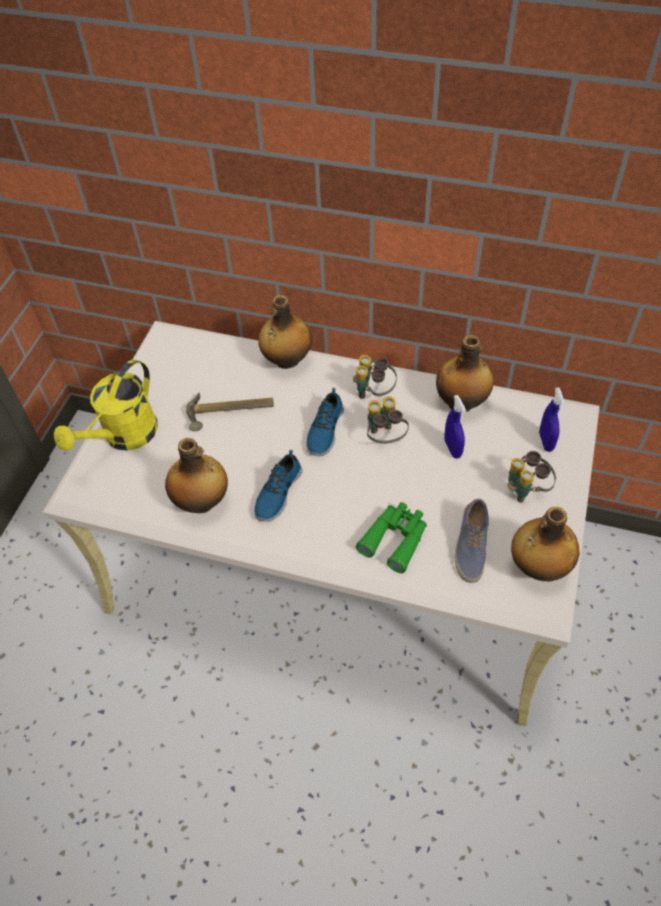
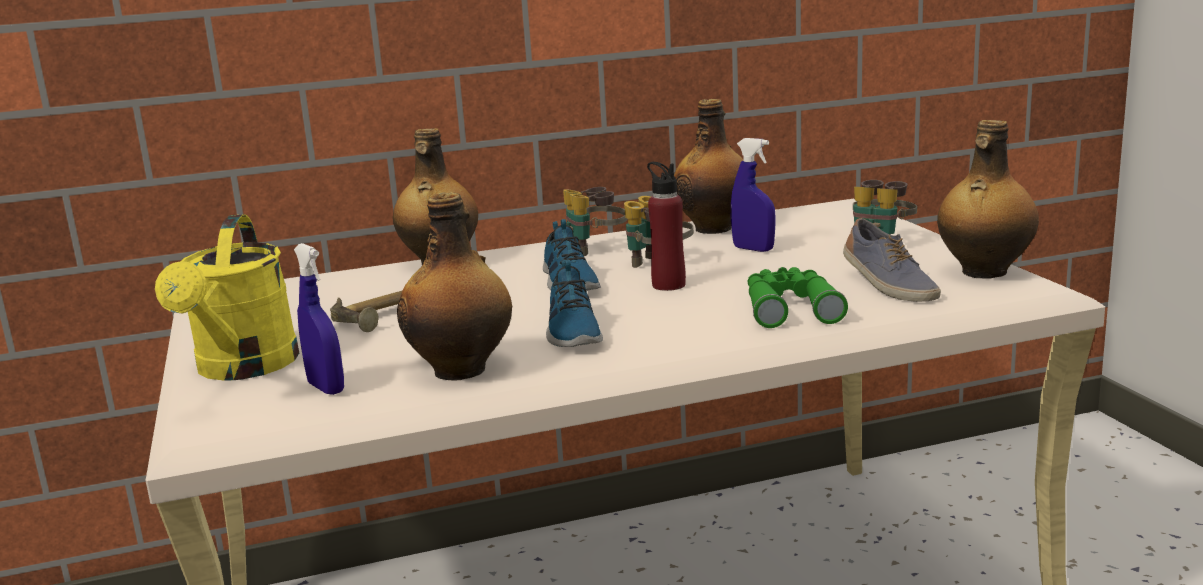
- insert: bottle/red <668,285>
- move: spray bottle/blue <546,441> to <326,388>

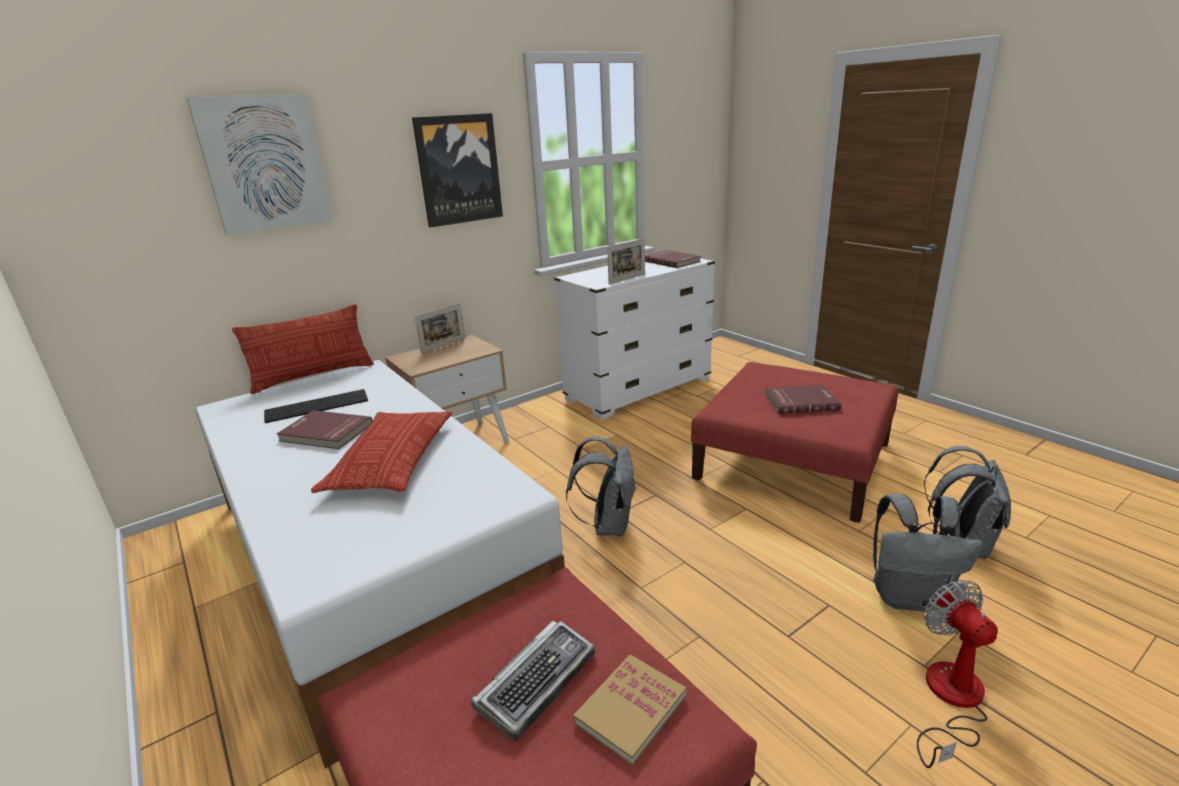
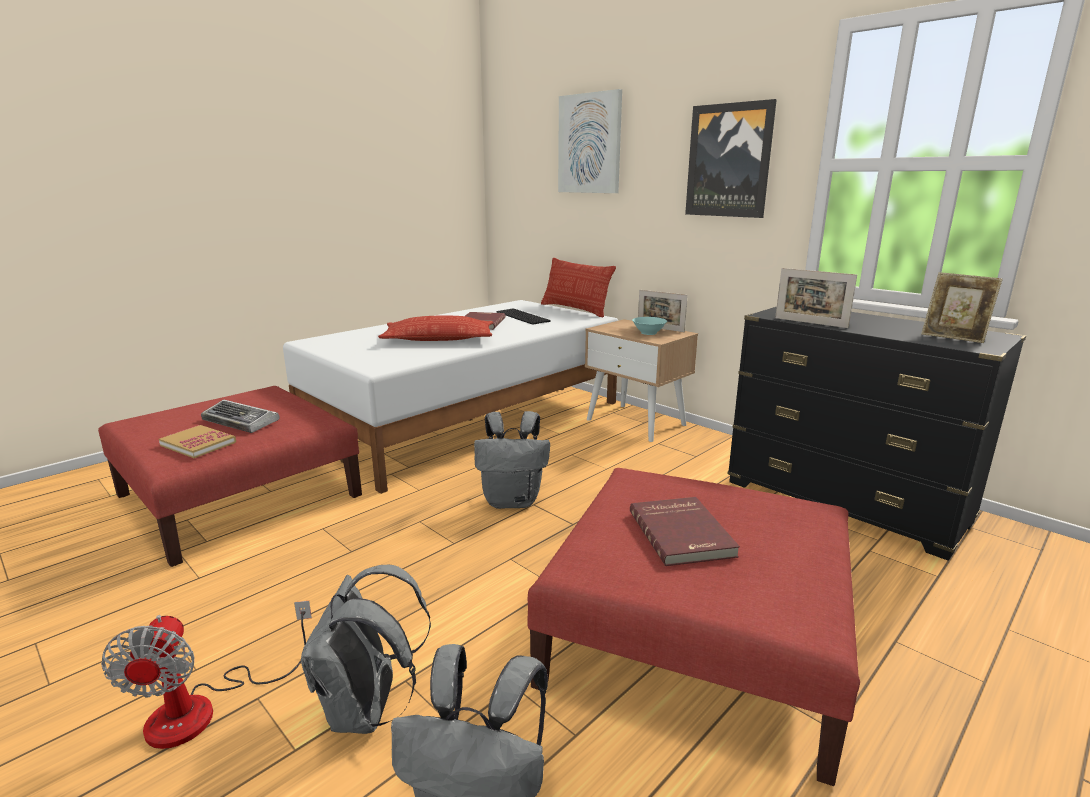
- insert: bowl/turquoise <648,333>
- replace: book/red <672,261> to picture frame <954,337>
- recolor: dresser/white <638,389> to dresser/black <844,502>
- rotate: fan <950,700> = <205,708> 105 degrees clockwise

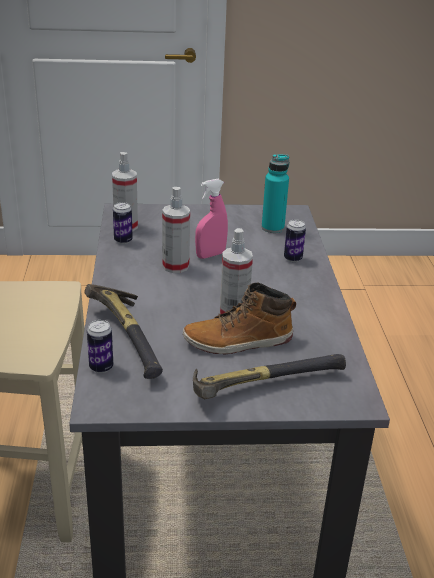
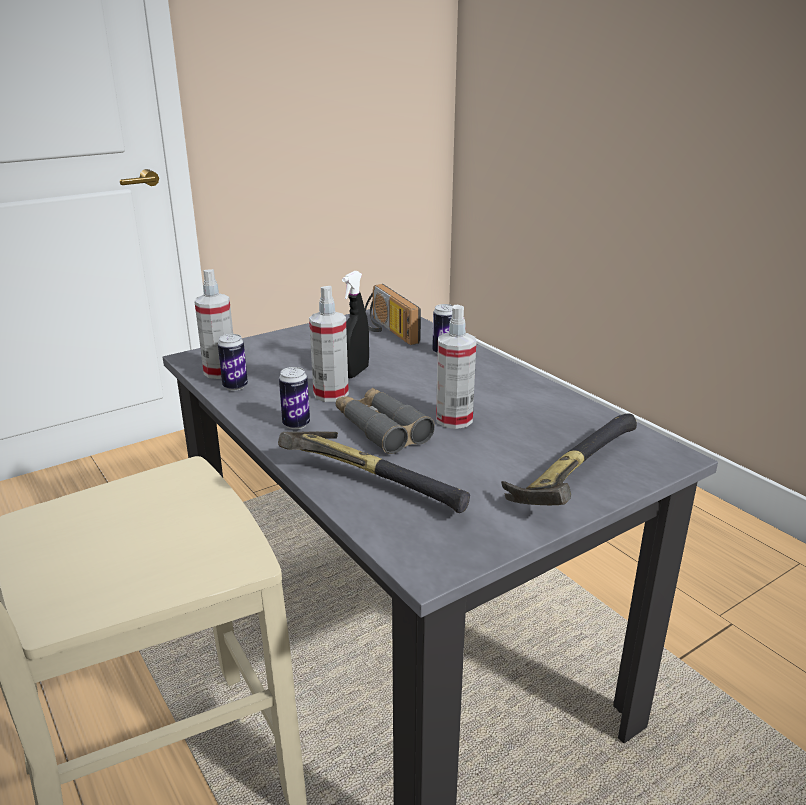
- delete: boot <238,341>
- insert: binoculars/grey <381,429>
- move: can <101,367> to <296,424>
- replace: bottle/turquoise <272,228> to radio <387,331>
- recolor: spray bottle/pink <210,255> to spray bottle/black <355,372>

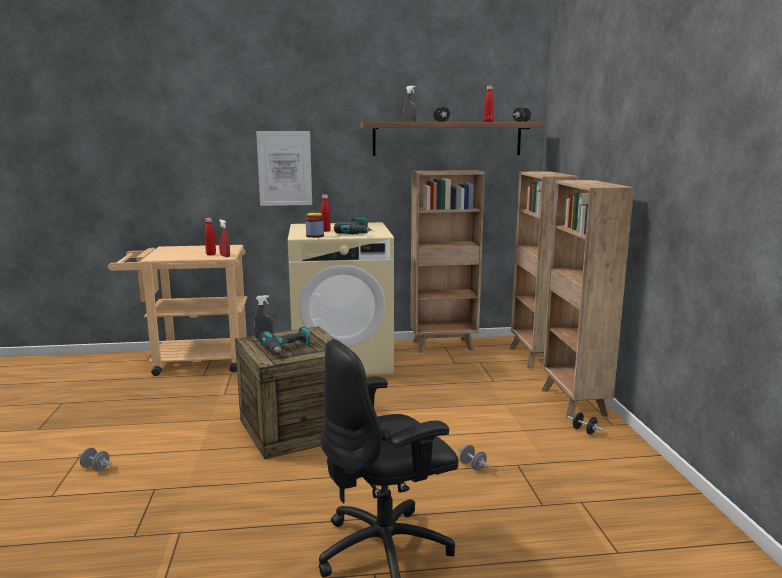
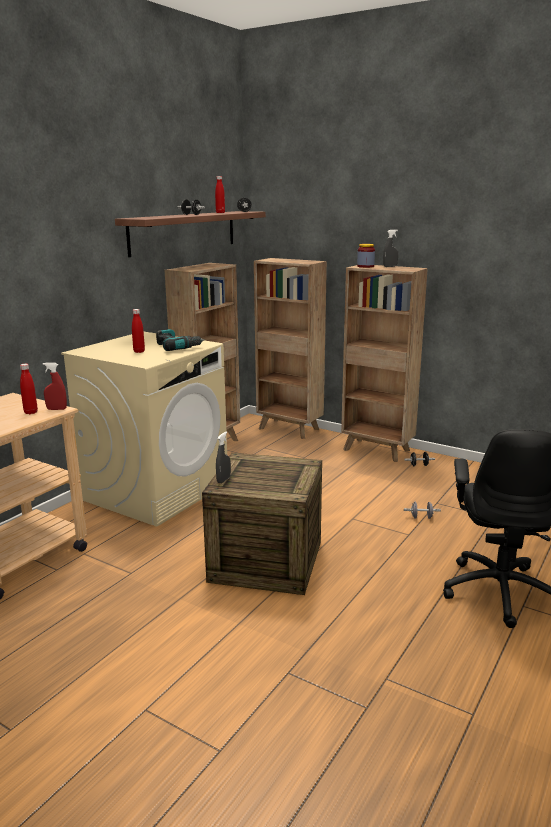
- delete: dumbbell/grey <95,468>
- delete: picture <284,168>
- delete: power drill <287,349>
- move: jar <315,236> to <365,266>
- move: spray bottle/grey <409,121> to <390,266>

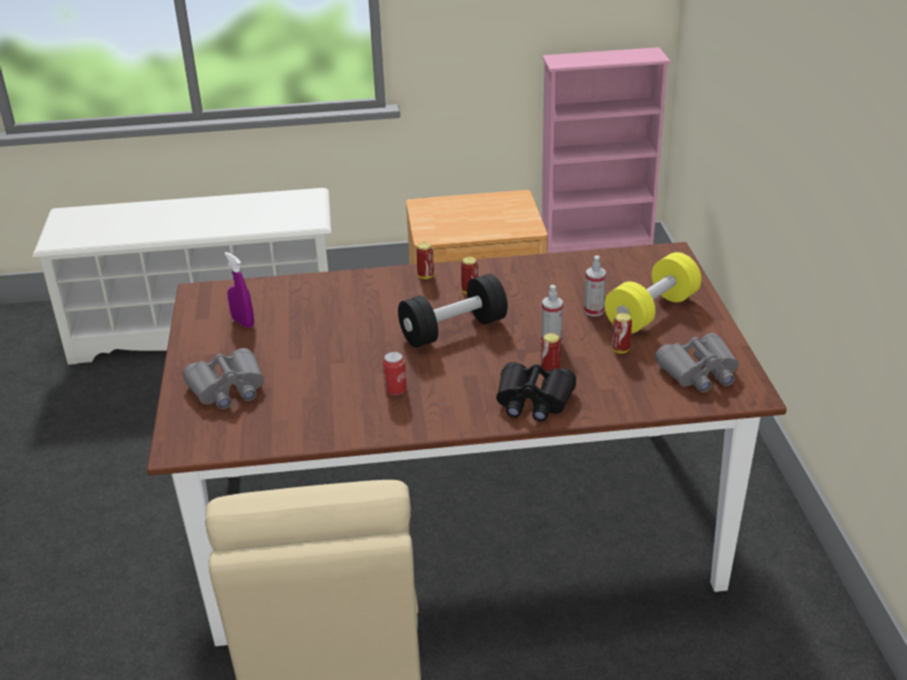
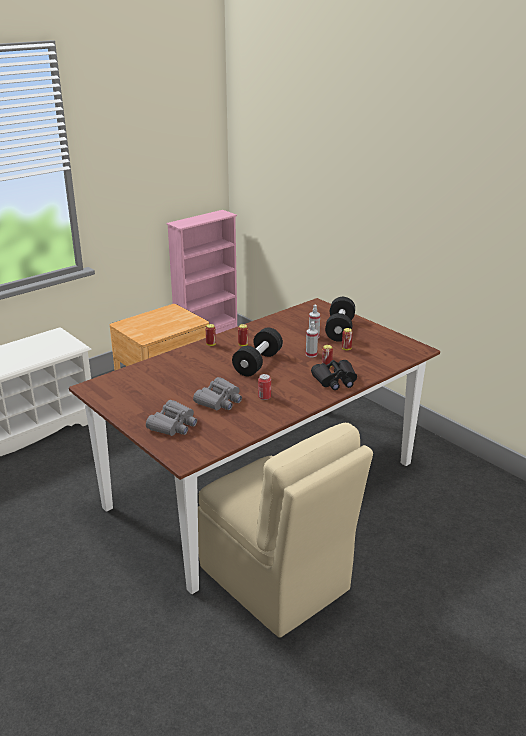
- delete: spray bottle/purple <243,322>
- move: binoculars/grey <699,372> to <219,401>
- recolor: dumbbell/yellow <651,312> to dumbbell/black <340,330>

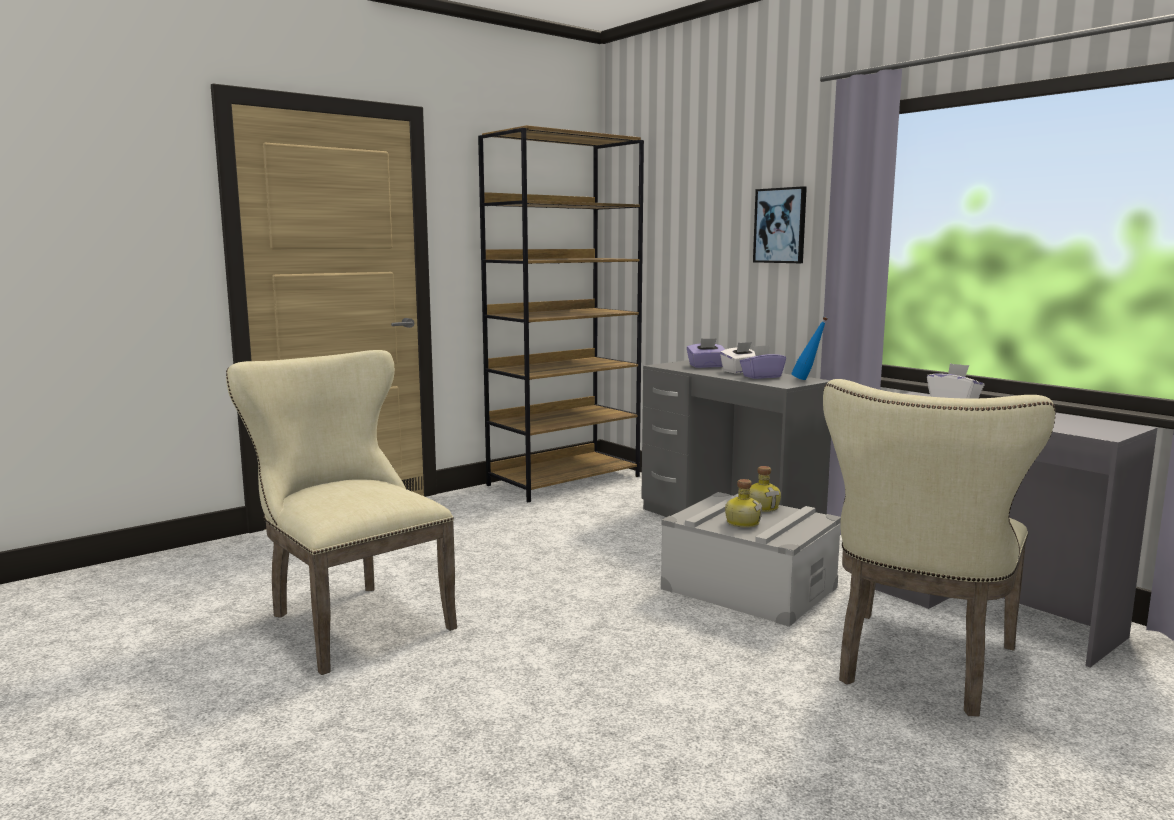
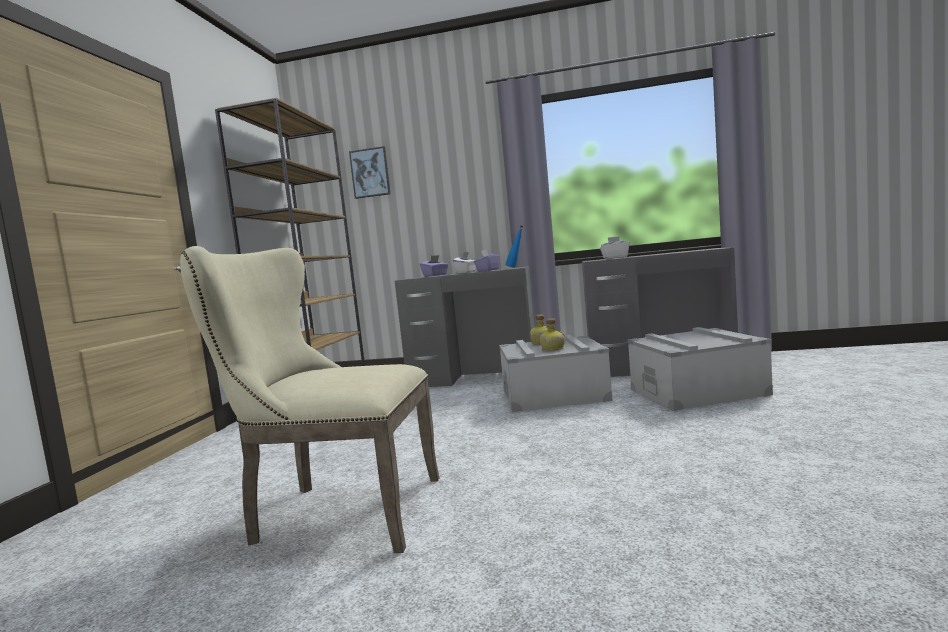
- move: picture <780,225> to <370,173>
- replace: chair/beige <919,668> to storage box/grey <697,392>

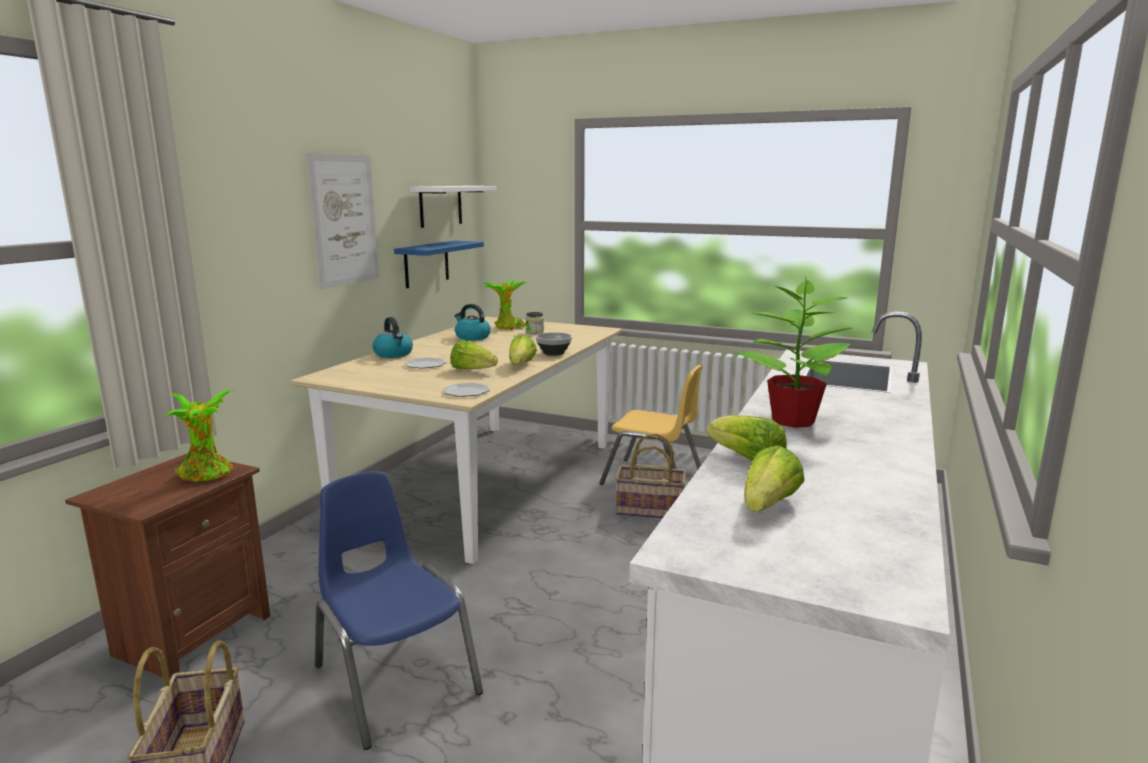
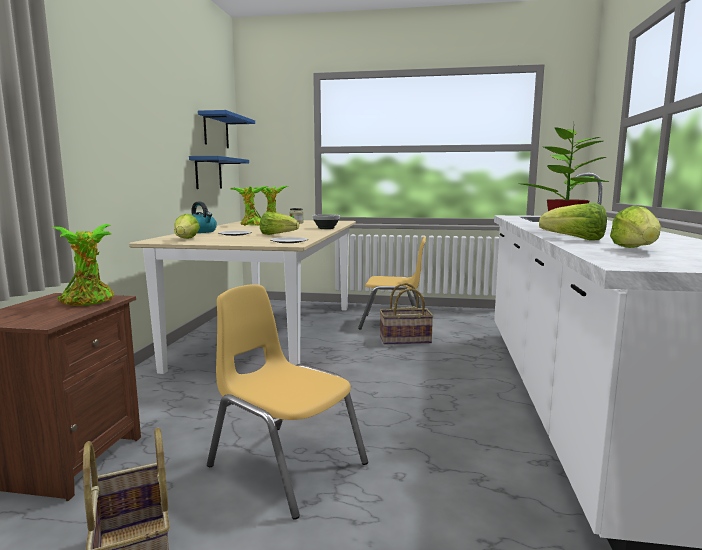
- delete: picture <344,220>
- move: lettuce <521,365> to <186,239>
- replace: kettle <472,337> to potted plant <252,225>
- recolor: chair/blue <395,679> to chair/yellow <286,465>
- recolor: shelf/white <440,206> to shelf/blue <216,131>

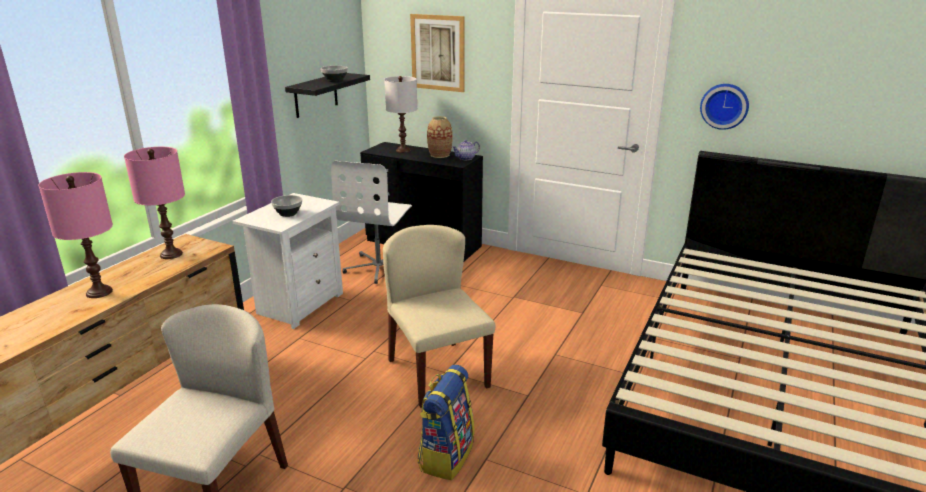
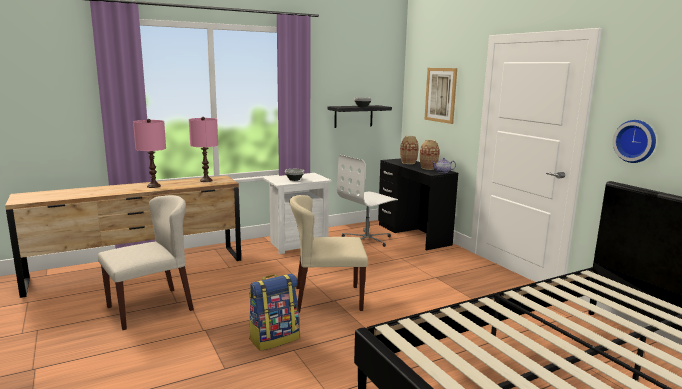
- replace: table lamp/white <403,150> to vase <408,163>
- rotate: chair/beige <437,372> = <327,299> 105 degrees counterclockwise

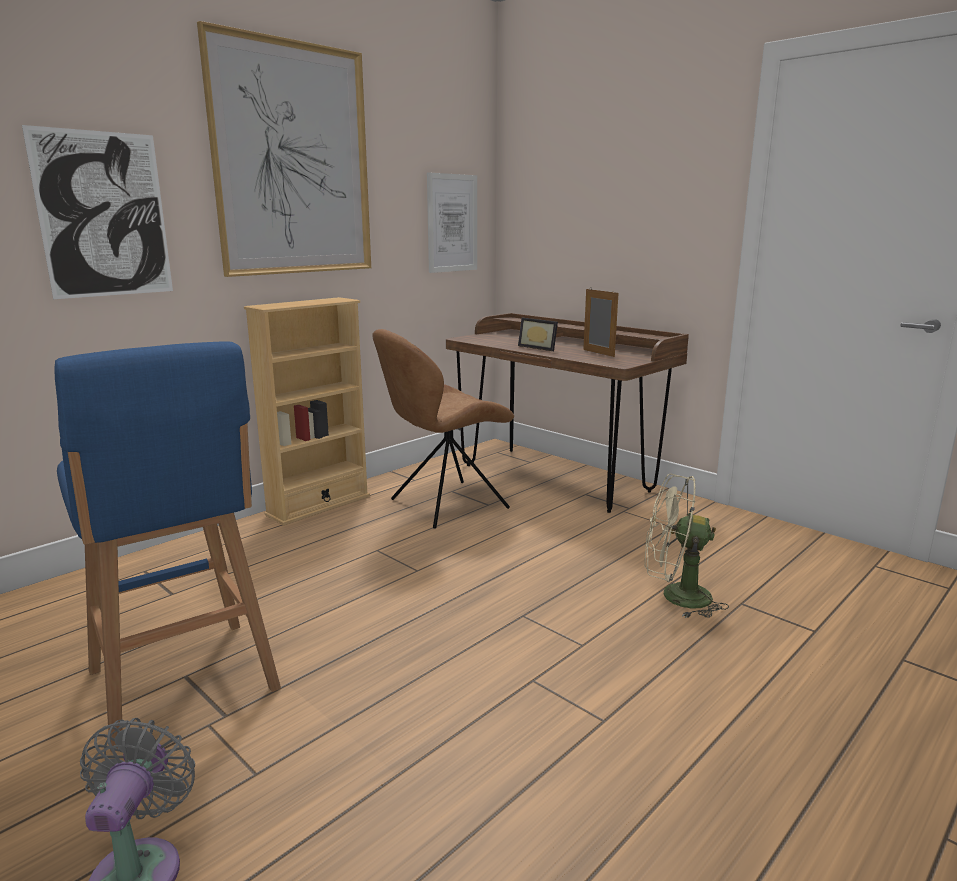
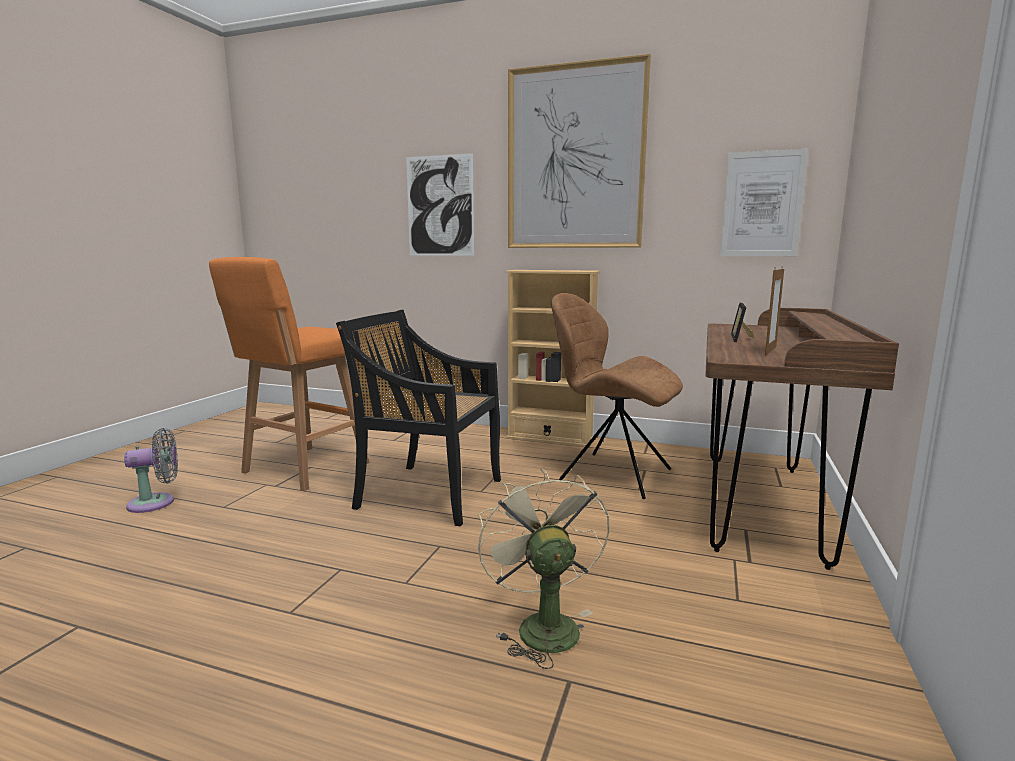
- insert: chair/black <428,493>
- recolor: stool/blue <184,684> to stool/orange <303,469>

